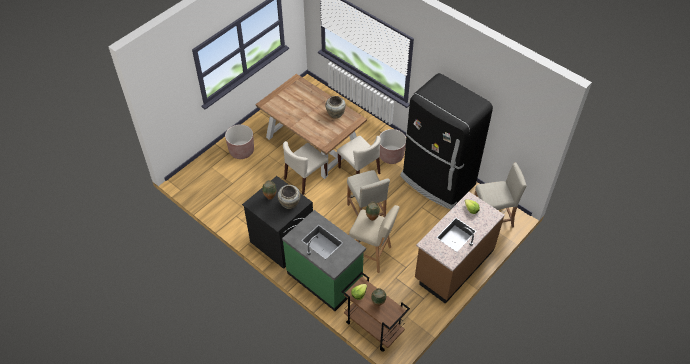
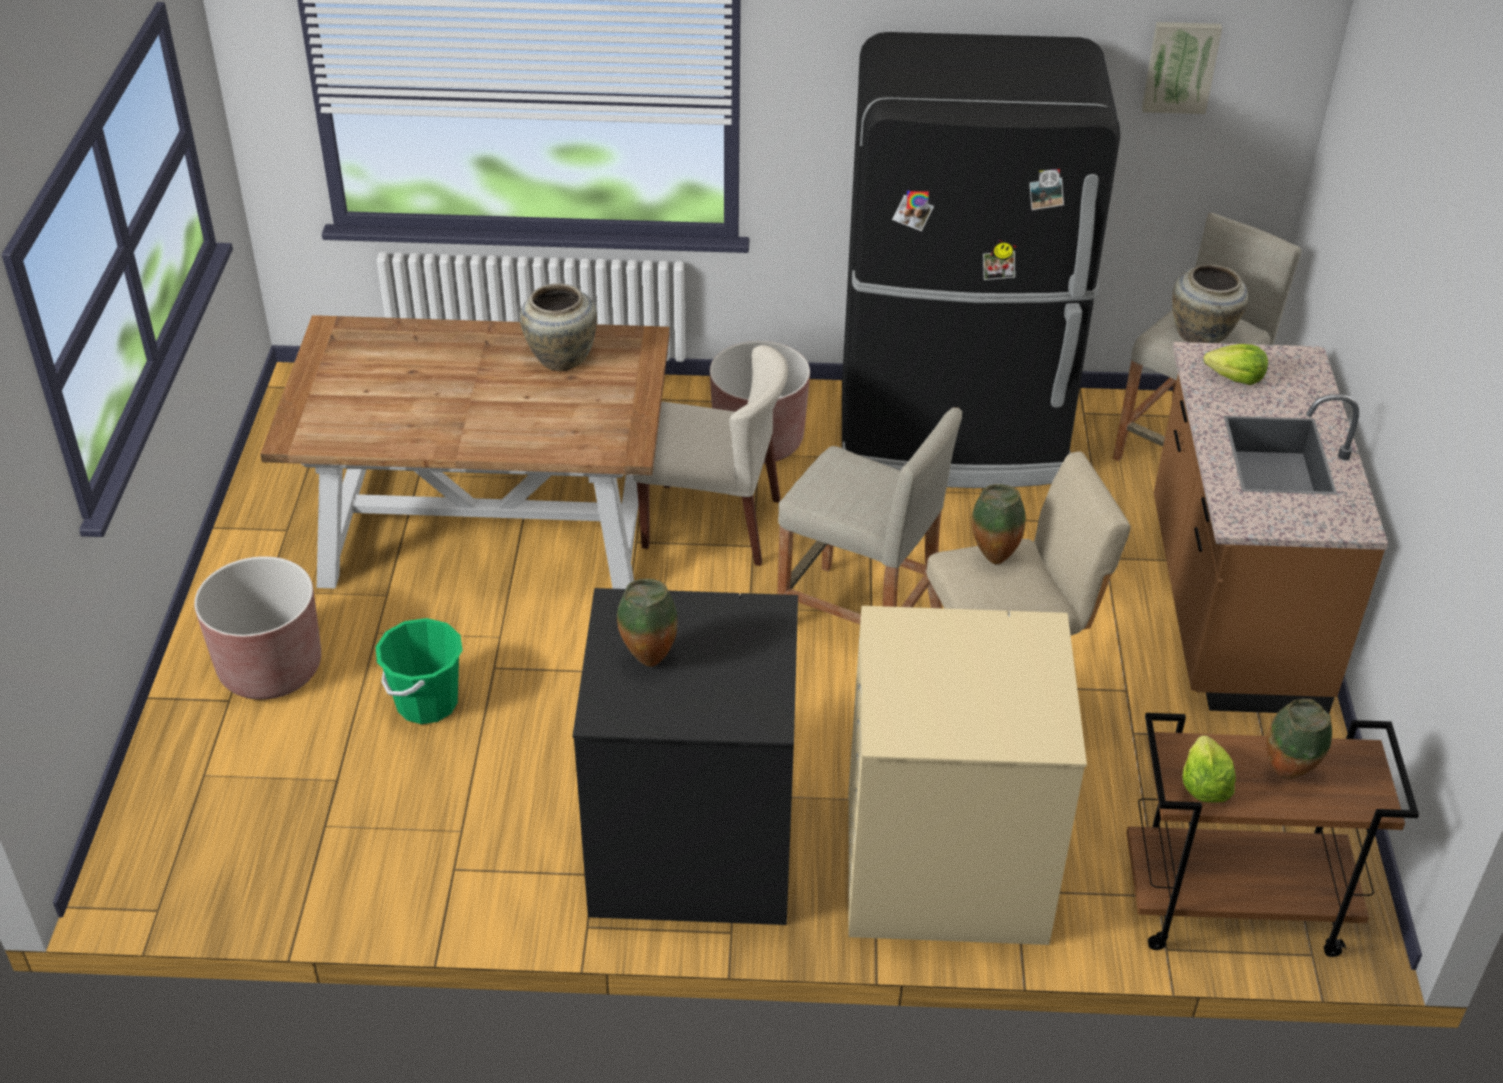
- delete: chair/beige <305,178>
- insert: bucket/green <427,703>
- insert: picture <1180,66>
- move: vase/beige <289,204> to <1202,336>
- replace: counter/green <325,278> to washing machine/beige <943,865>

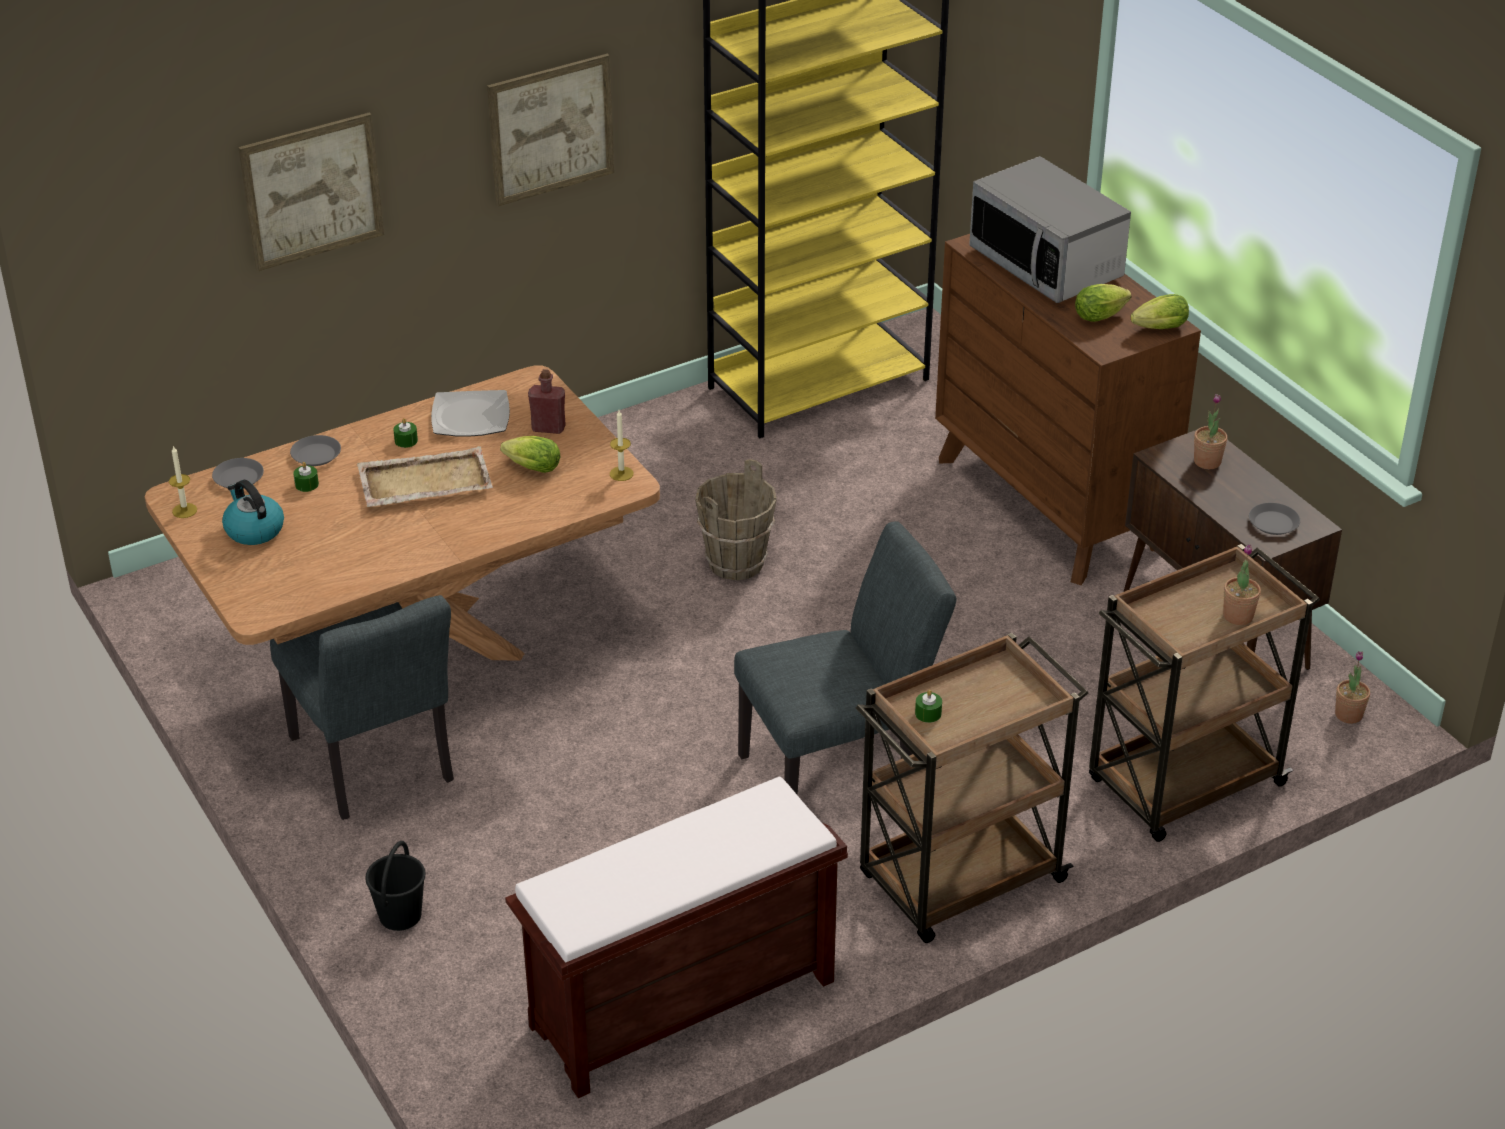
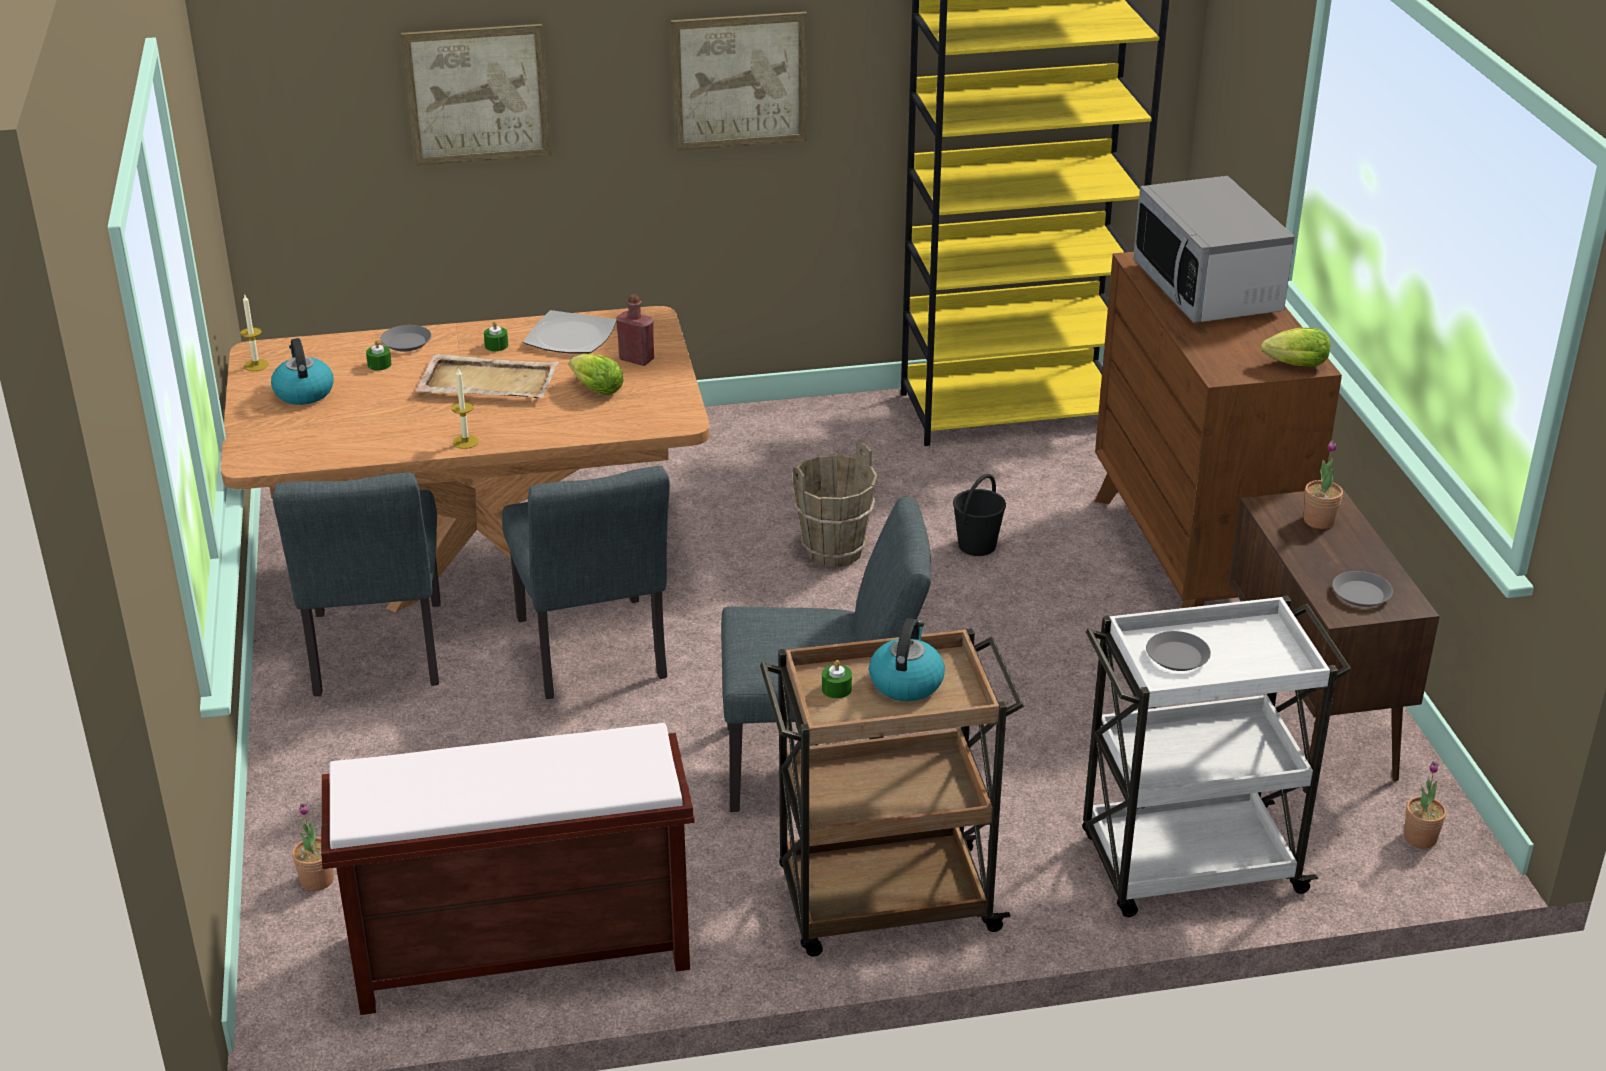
- delete: lettuce <1102,316>
- insert: chair/grey <594,656>
- insert: kettle <906,682>
- move: plate/grey <239,478> to <1177,656>
- move: bucket/black <400,916> to <976,546>
- move: candle <621,473> to <465,442>
- move: potted plant <1238,616> to <317,880>
- recolor: cart/brown <1183,784> to cart/white <1187,865>

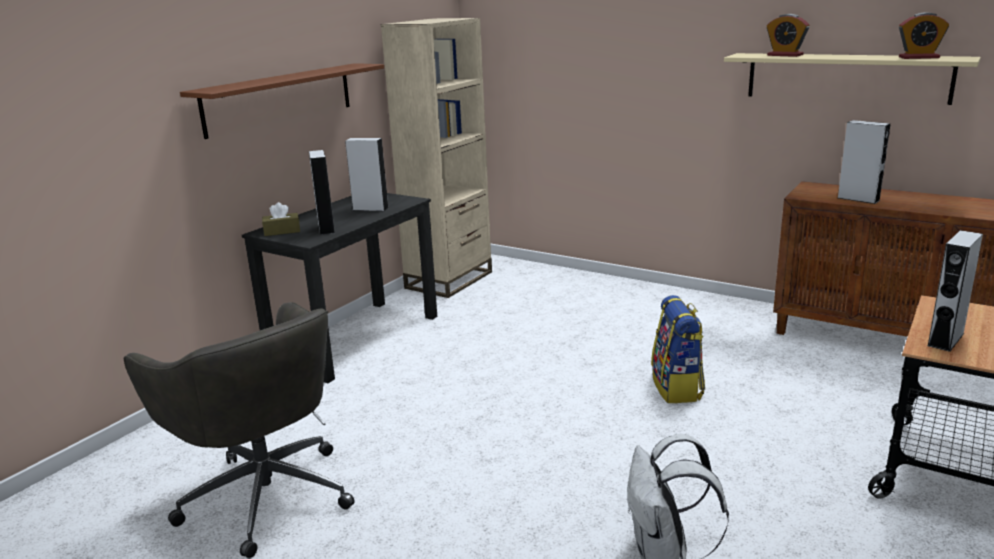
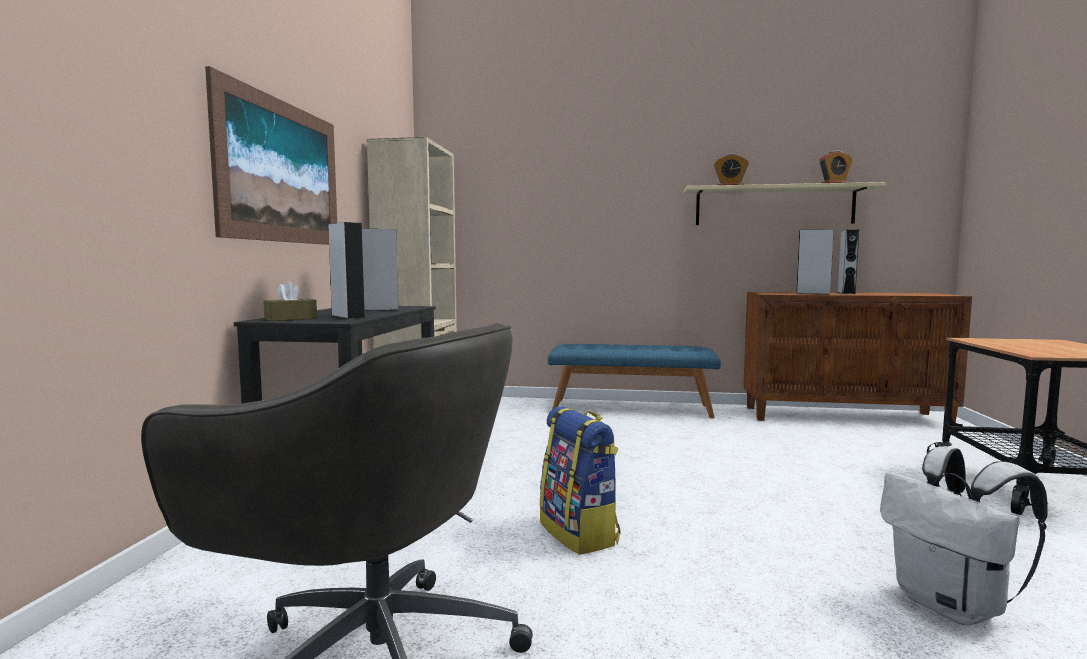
- insert: bench/blue <631,408>
- move: backpack <677,388> to <580,533>
- move: speaker/grey <945,339> to <846,293>
- replace: shelf/brown <280,98> to picture <281,172>

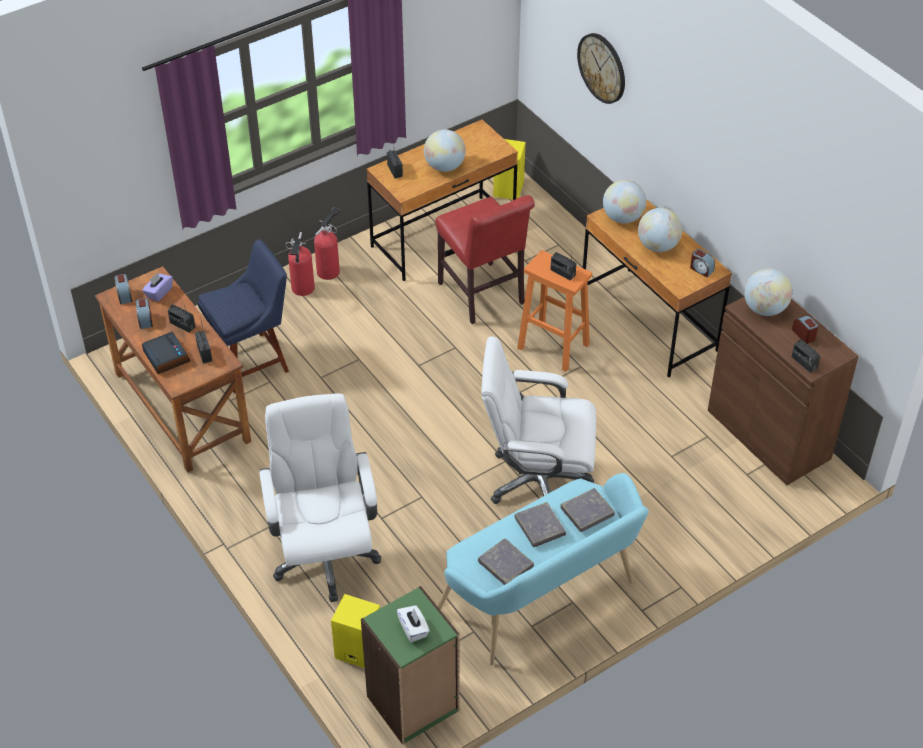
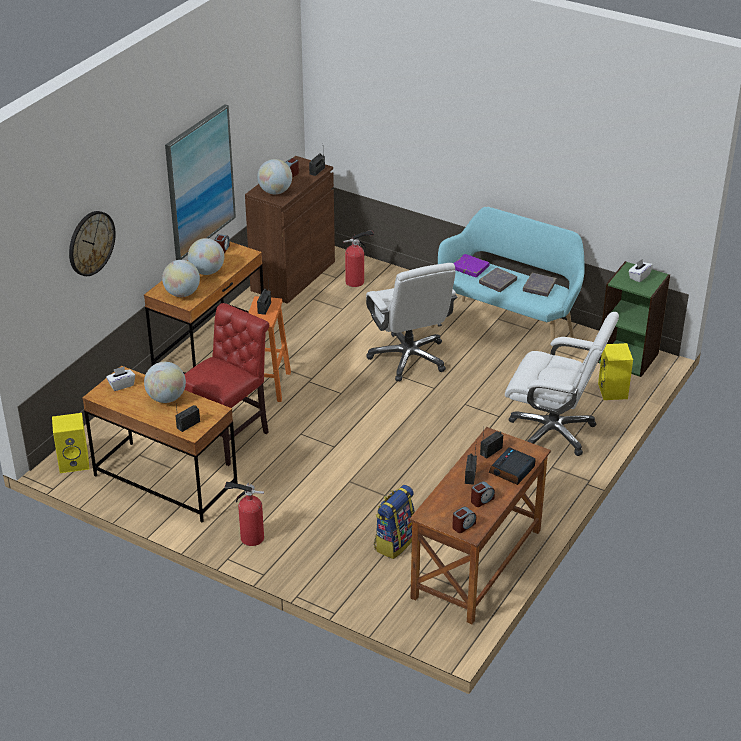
- delete: tissue box/purple <159,293>
- insert: tissue box/white <121,385>
- insert: picture <200,182>
- move: fire extinguisher <302,290> to <357,281>
- replace: chair/blue <252,361> to backpack <394,542>
- recolor: book/grey <587,512> to book/purple <470,268>
- rotate: office chair/white <324,555> = <553,431> 120 degrees counterclockwise

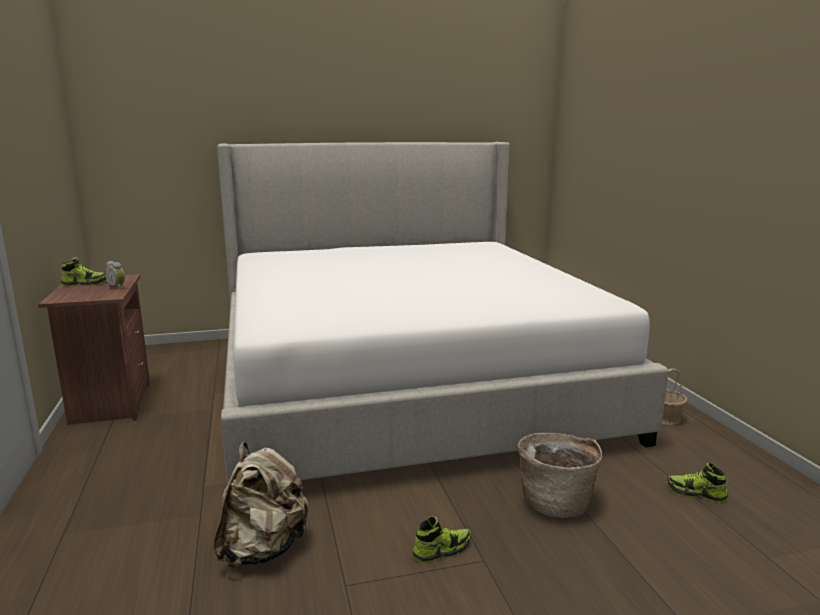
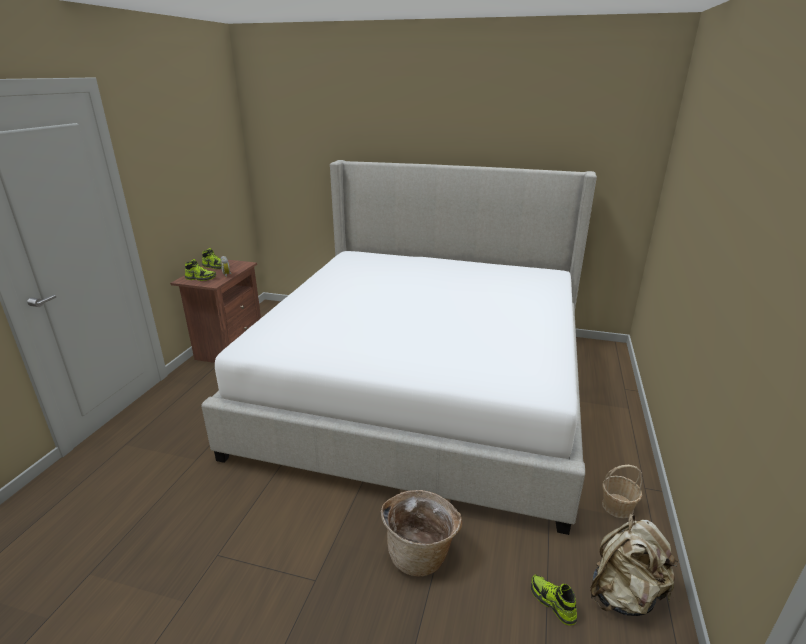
- move: backpack/beige <263,549> to <624,594>
- move: shoe <442,550> to <201,278>

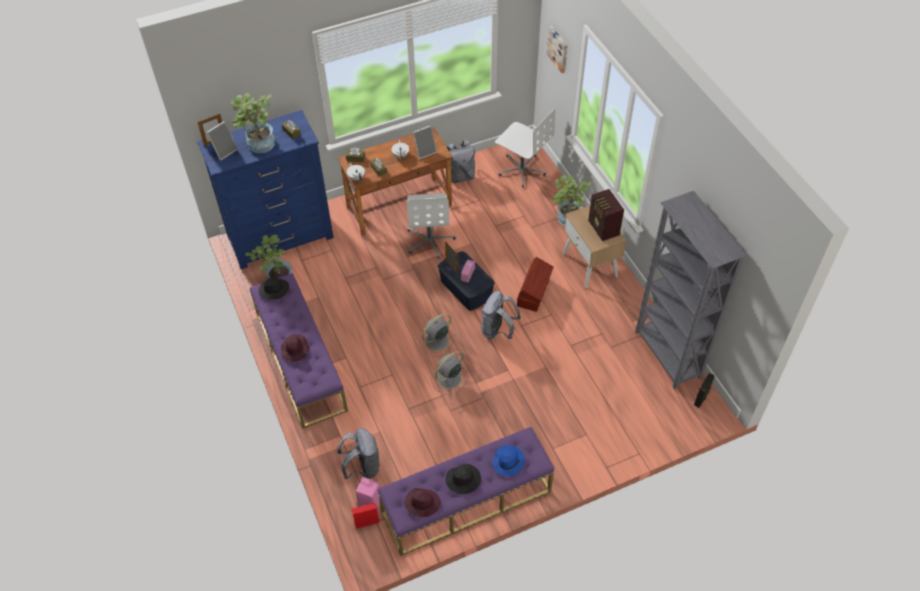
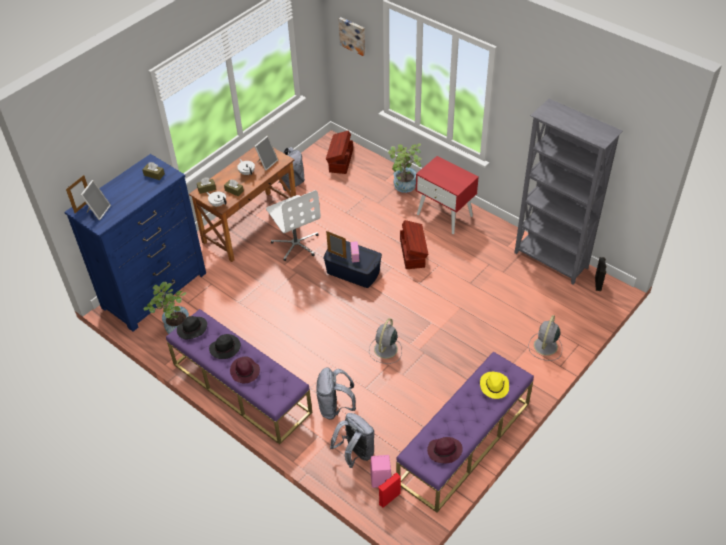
- delete: potted plant <259,147>
- delete: radio <603,228>
- move: fan/grey <436,342> to <545,347>
- move: hat/black <463,479> to <225,347>
- move: backpack/grey <498,331> to <335,408>
- replace: office chair/white <522,169> to storage box/brown <340,161>
- recolor: hat/blue <508,461> to hat/yellow <494,386>
- recolor: nightstand/beige <590,265> to nightstand/red <445,215>

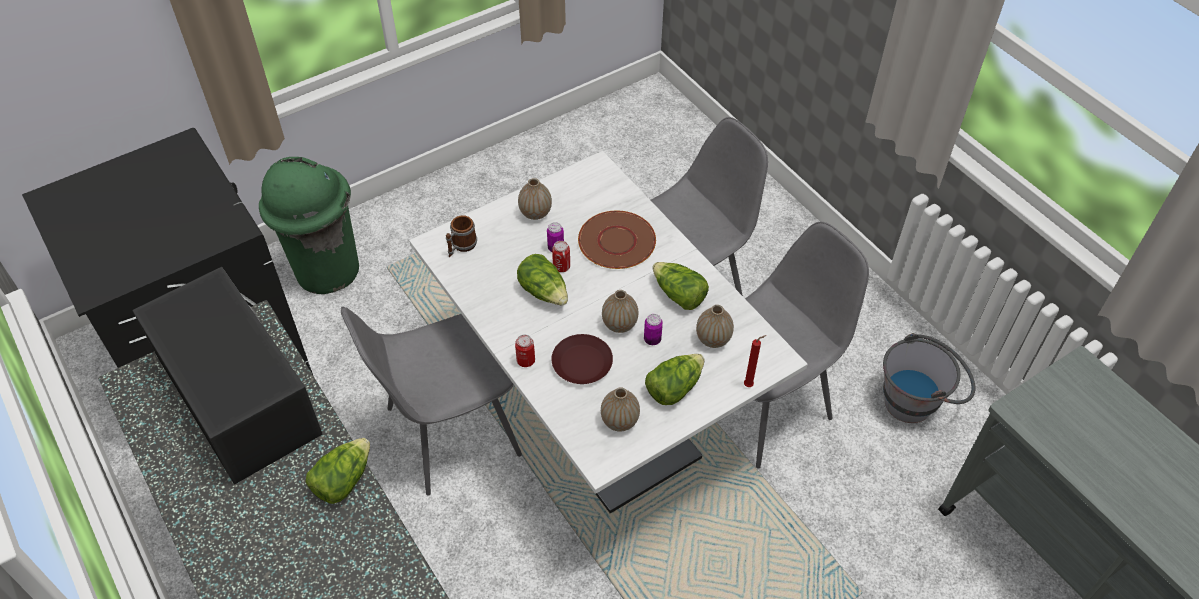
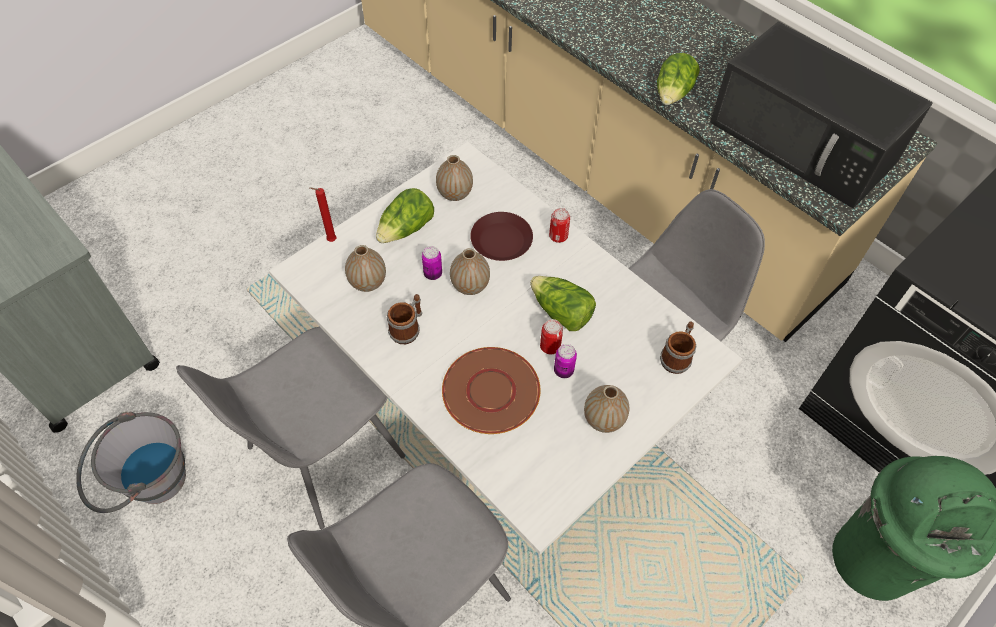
- replace: lettuce <678,295> to mug <408,328>

